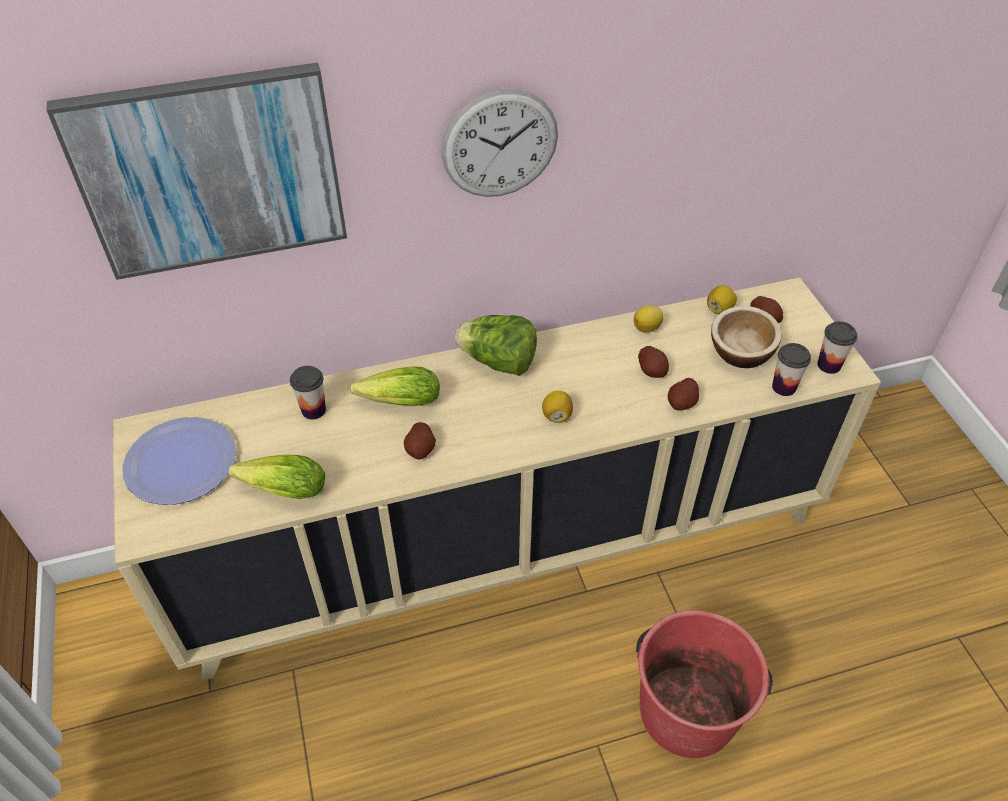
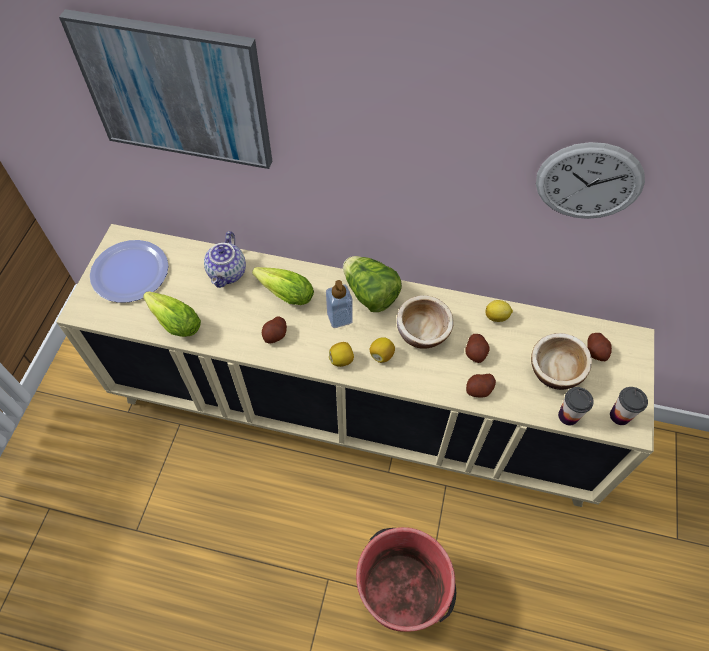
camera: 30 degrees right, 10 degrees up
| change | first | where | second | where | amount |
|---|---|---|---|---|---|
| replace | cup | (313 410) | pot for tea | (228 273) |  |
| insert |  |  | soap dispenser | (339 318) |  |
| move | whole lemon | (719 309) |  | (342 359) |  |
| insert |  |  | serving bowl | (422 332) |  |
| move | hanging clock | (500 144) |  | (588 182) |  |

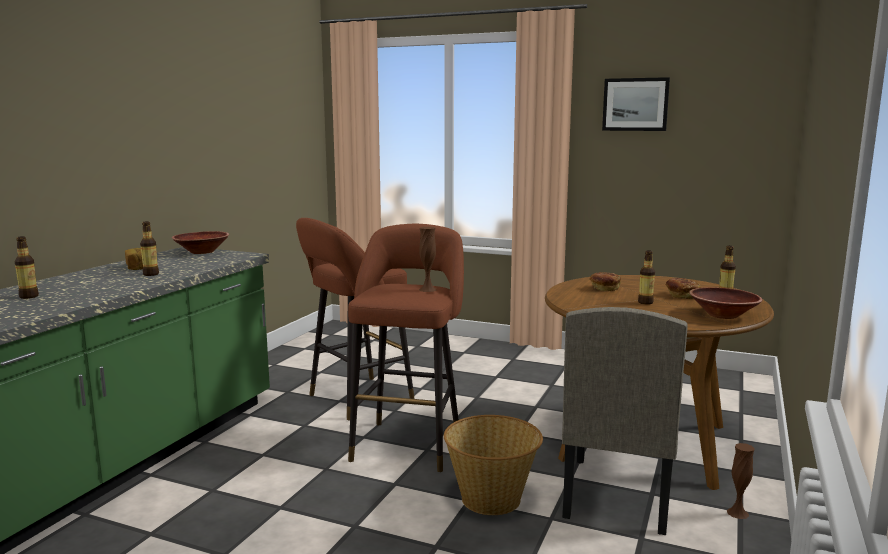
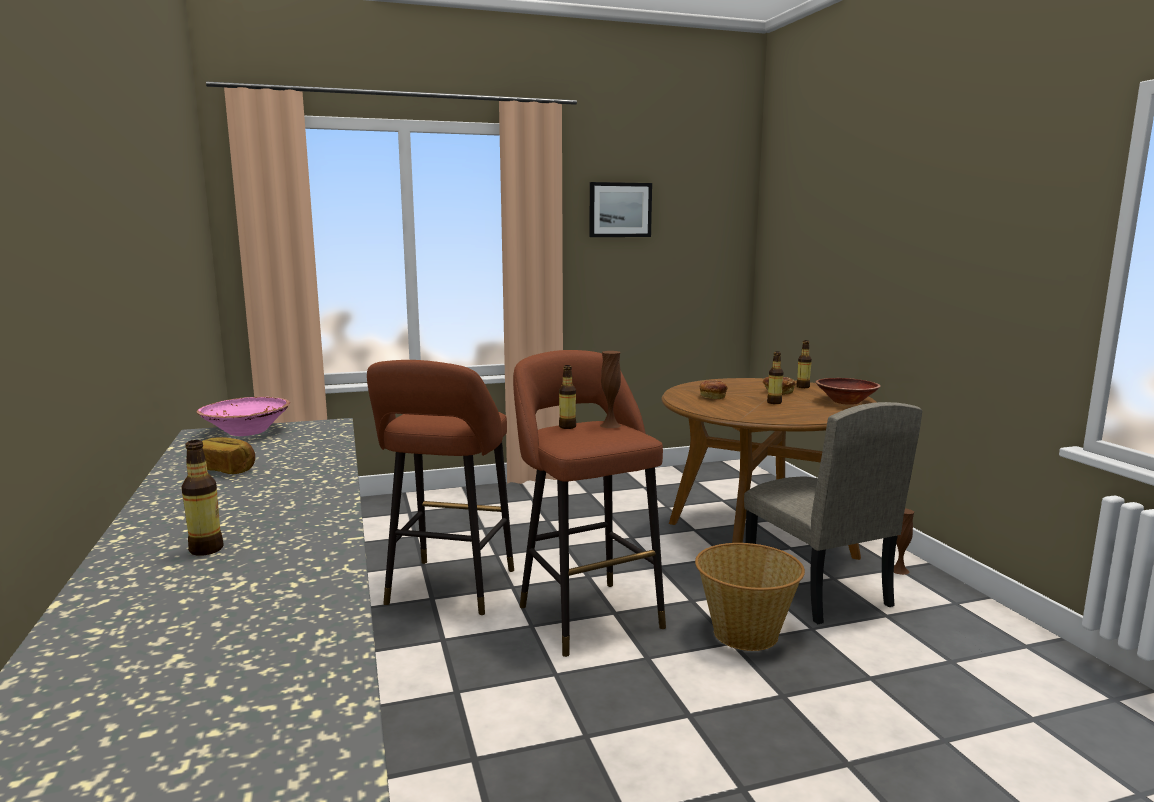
camera: 40 degrees left, 0 degrees up
| change | first | where | second | where | amount |
|---|---|---|---|---|---|
| recolor | brown-coloured serving bowl | (202 252) | pink serving bowl | (247 432) |  |
| move | drink bottle | (151 274) |  | (567 427) |  |

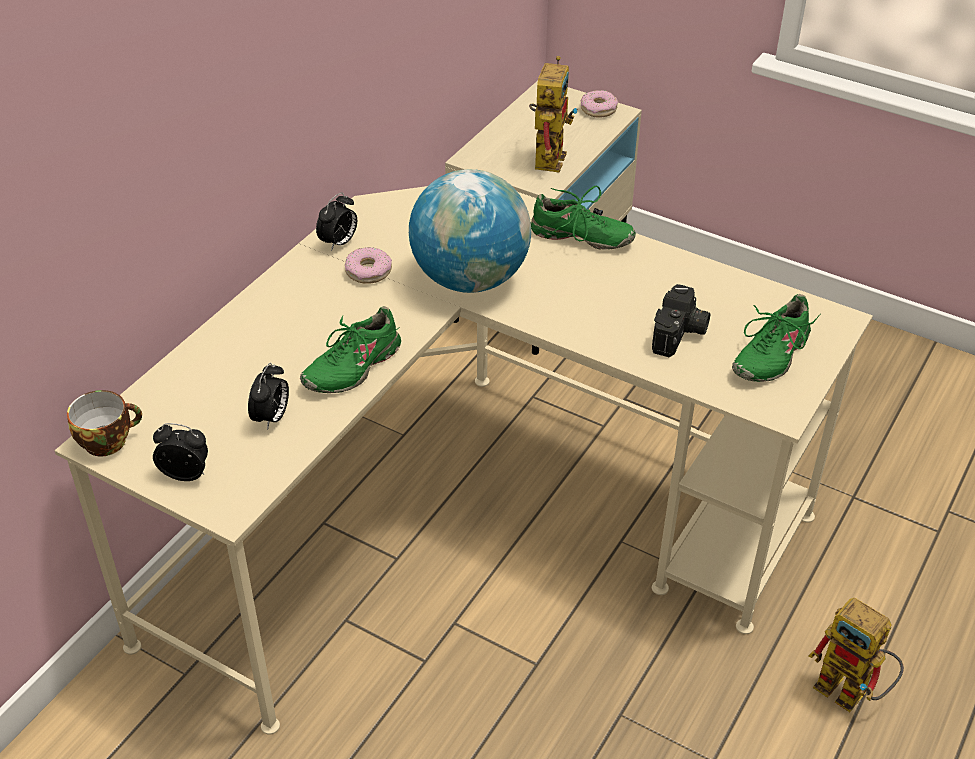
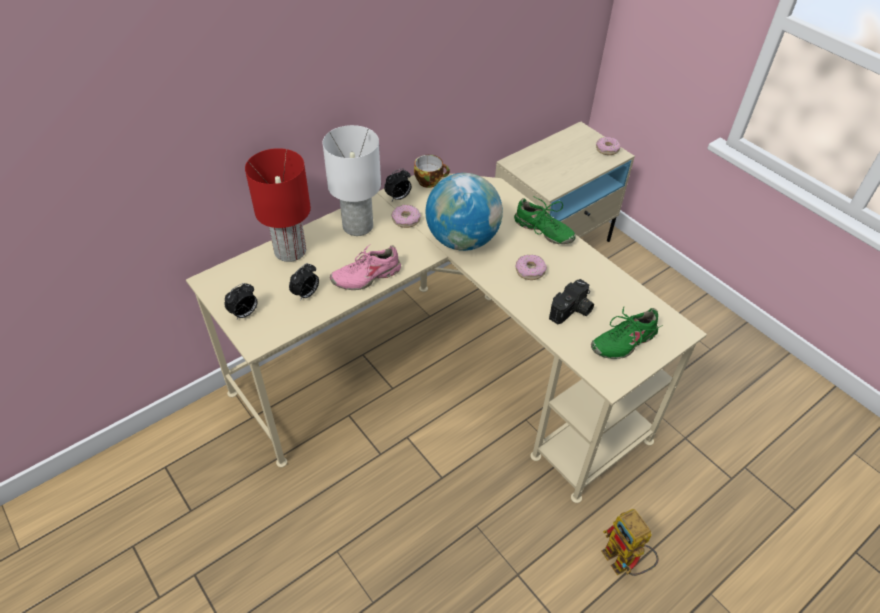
camera: 20 degrees right, 5 degrees up
| change | first | where | second | where | amount |
|---|---|---|---|---|---|
| rotate | table clock | (186 473) |  | (244 314) | 105 degrees clockwise |
| insert |  |  | red-coloured lamp for a table | (291 251) |  |
| insert |  |  | white-coloured lamp for a table | (359 226) |  |
| recolor | greenish shoe | (352 367) | pink shoe | (366 276) |  |
| move | cup | (108 440) |  | (430 181) |  |
| insert |  |  | ring doughnut | (530 271) |  |
| delete | model robot | (548 155) |  |  |  |

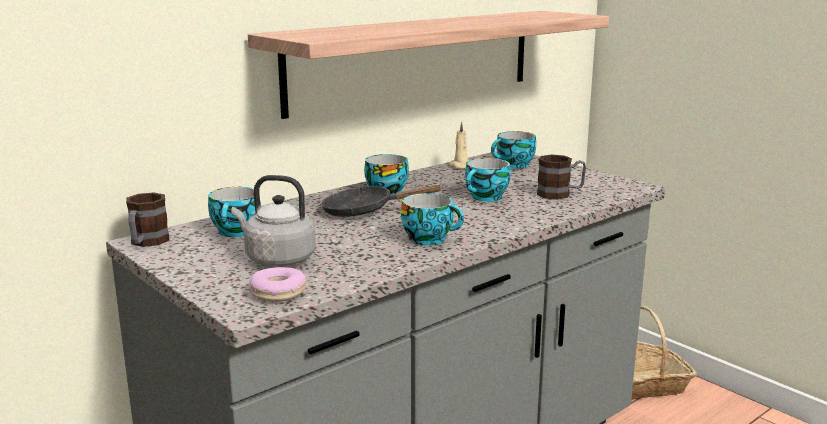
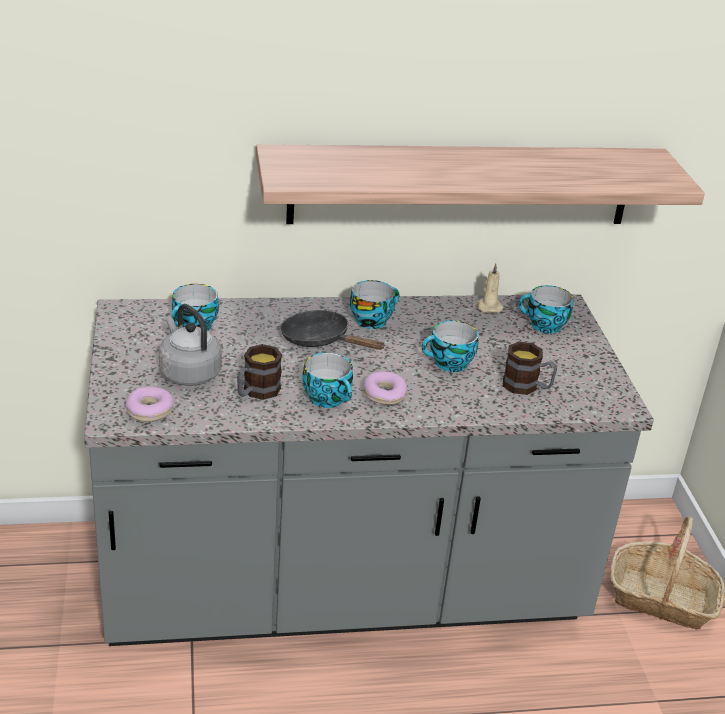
camera: 30 degrees right, 15 degrees up
| change | first | where | second | where | amount |
|---|---|---|---|---|---|
| move | coffee mug | (146 242) |  | (256 392) |  |
| insert |  |  | ring doughnut | (384 394) |  |

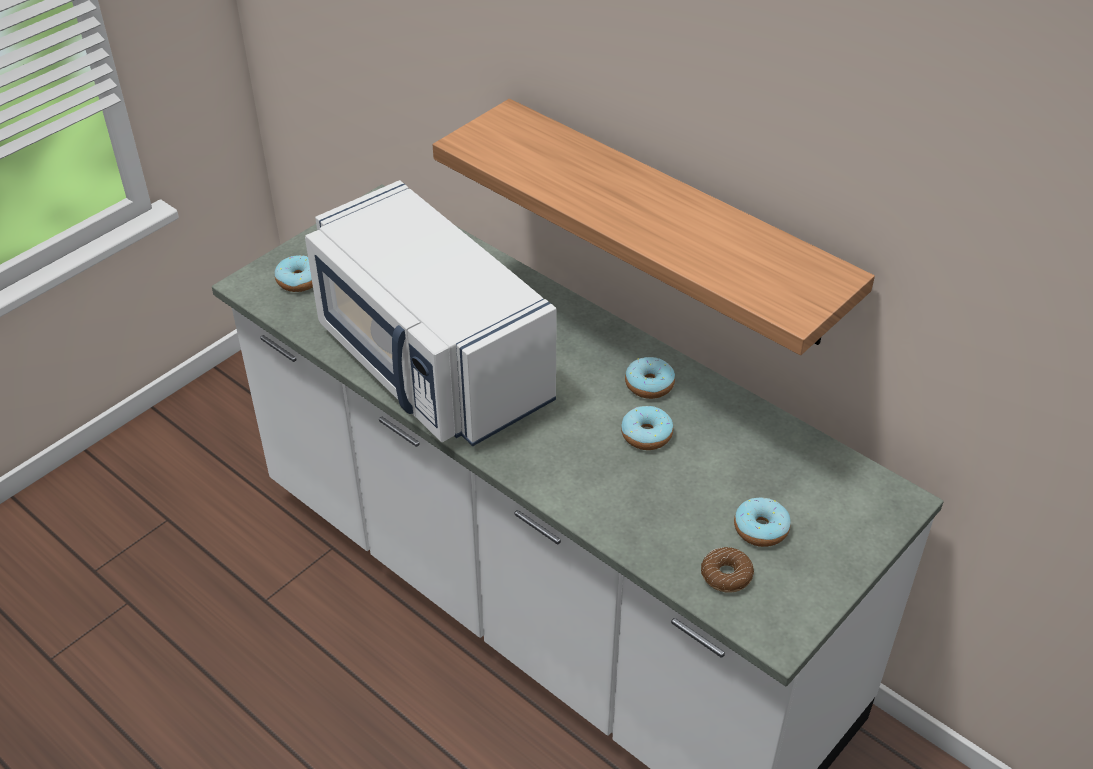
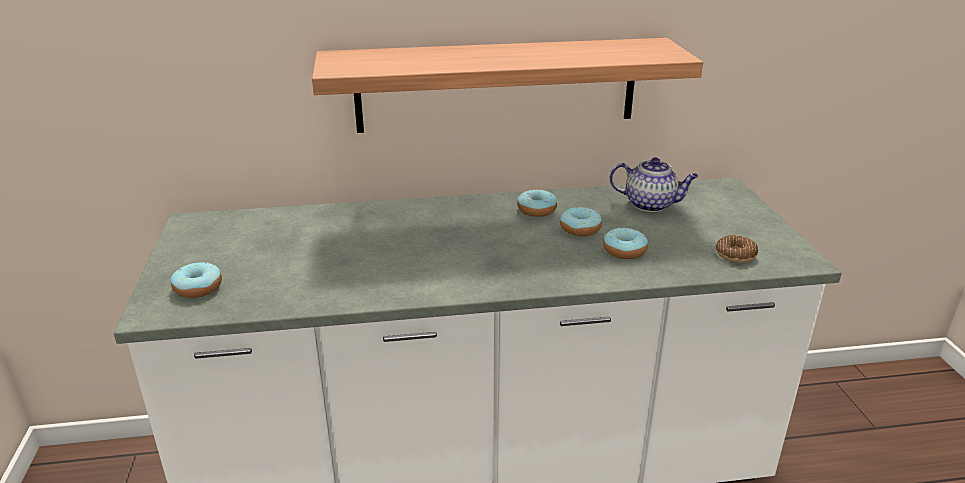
camera: 50 degrees left, 15 degrees down
| change | first | where | second | where | amount |
|---|---|---|---|---|---|
| move | ring doughnut | (760 529) |  | (624 251) |  |
| insert |  |  | pot for tea | (651 204) |  |
| delete | white-coloured microwave oven | (430 364) |  |  |  |

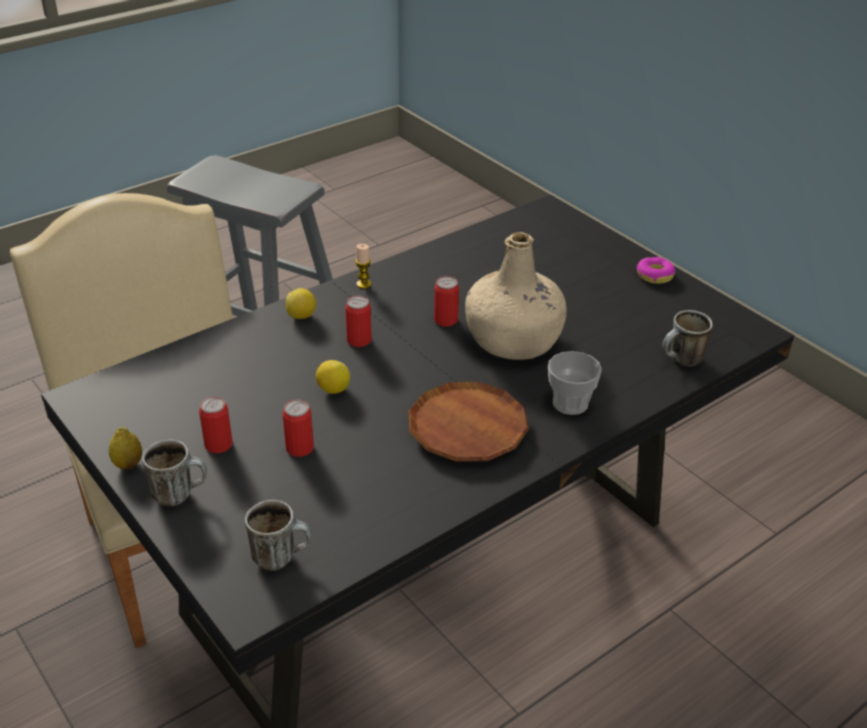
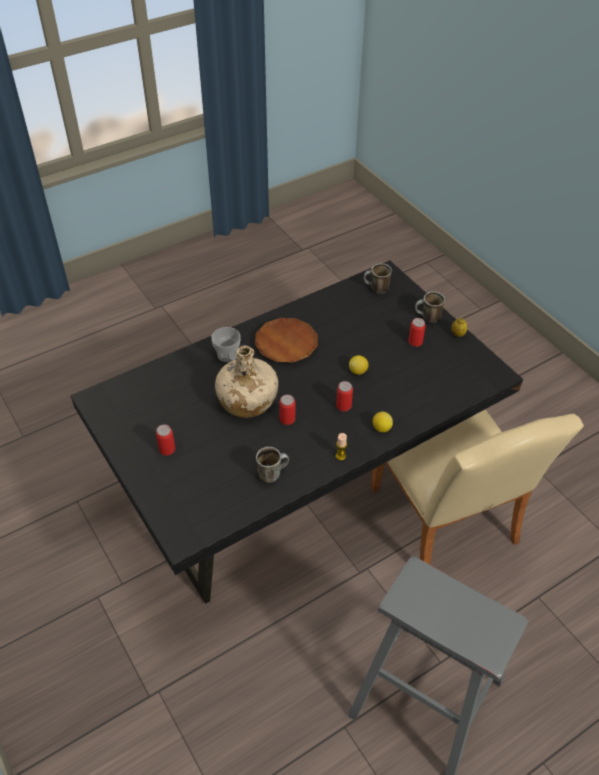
camera: 175 degrees left, 10 degrees up
| change | first | where | second | where | amount |
|---|---|---|---|---|---|
| move | can | (300 448) |  | (167 449) |  |
| move | coffee mug | (681 362) |  | (272 473) |  |
| delete | ring doughnut | (654 275) |  |  |  |

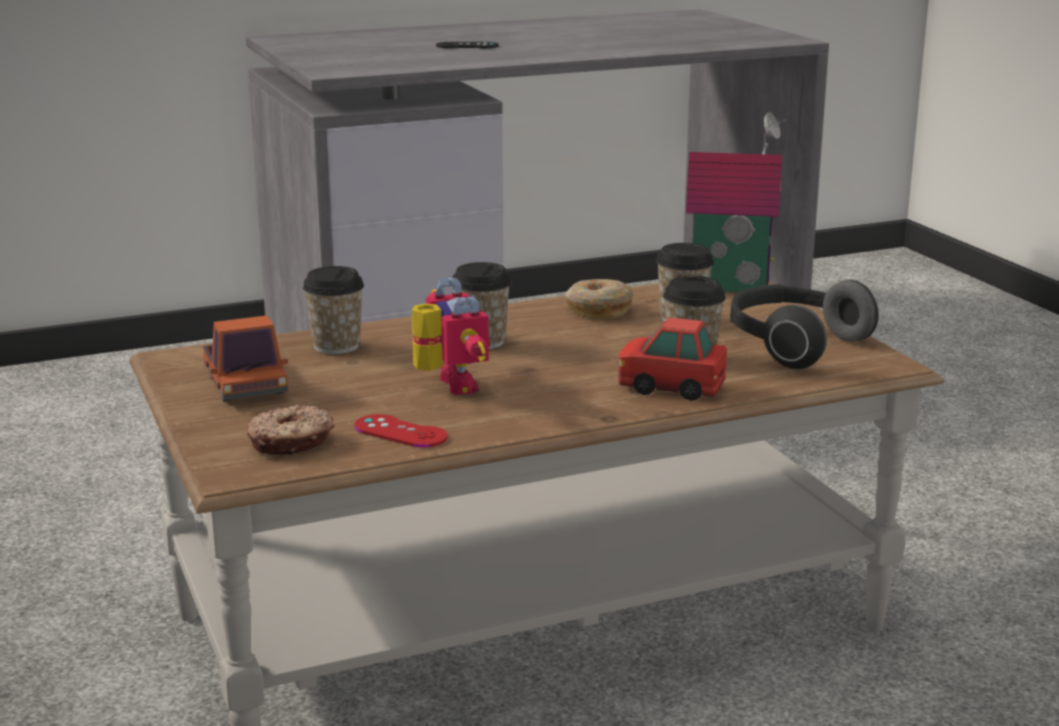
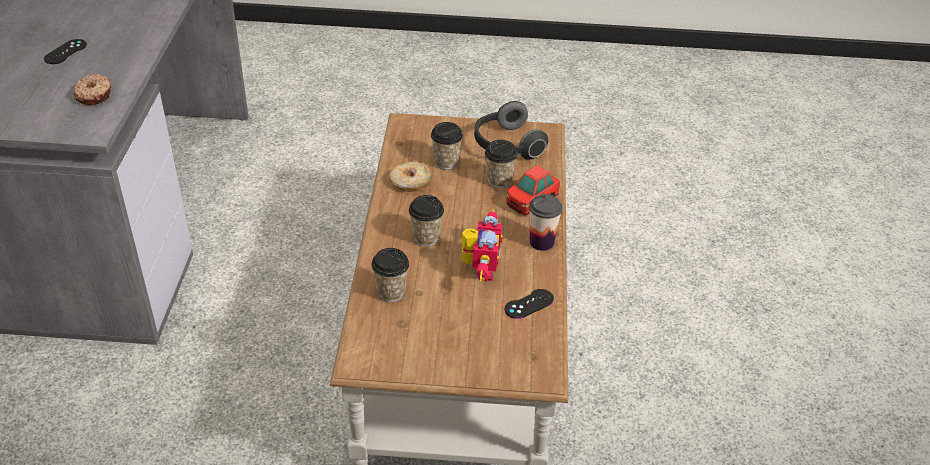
camera: 65 degrees left, 20 degrees up
| change | first | where | second | where | amount |
|---|---|---|---|---|---|
| move | ring doughnut | (291 443) |  | (95 95) |  |
| rotate | model robot | (447 385) |  | (479 270) | 90 degrees clockwise |
| recolor | red-coloured game controller | (400 432) | black game controller | (529 304) |  |
| insert |  |  | cup | (541 242) |  |
| delete | model truck | (245 384) |  |  |  |
| delete | toy house | (729 285) |  |  |  |

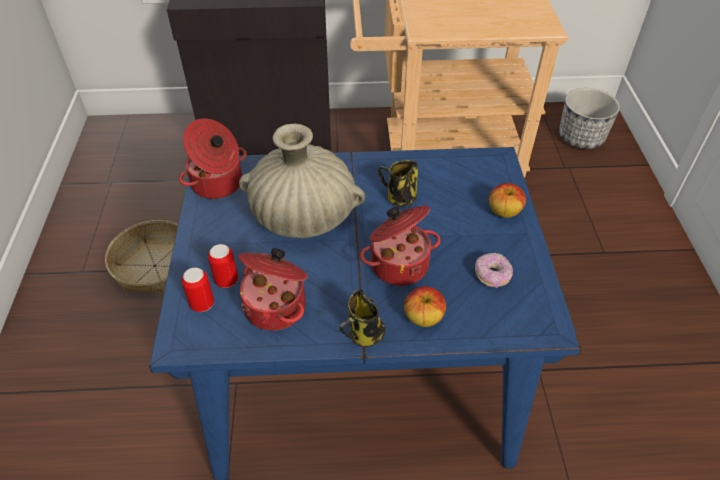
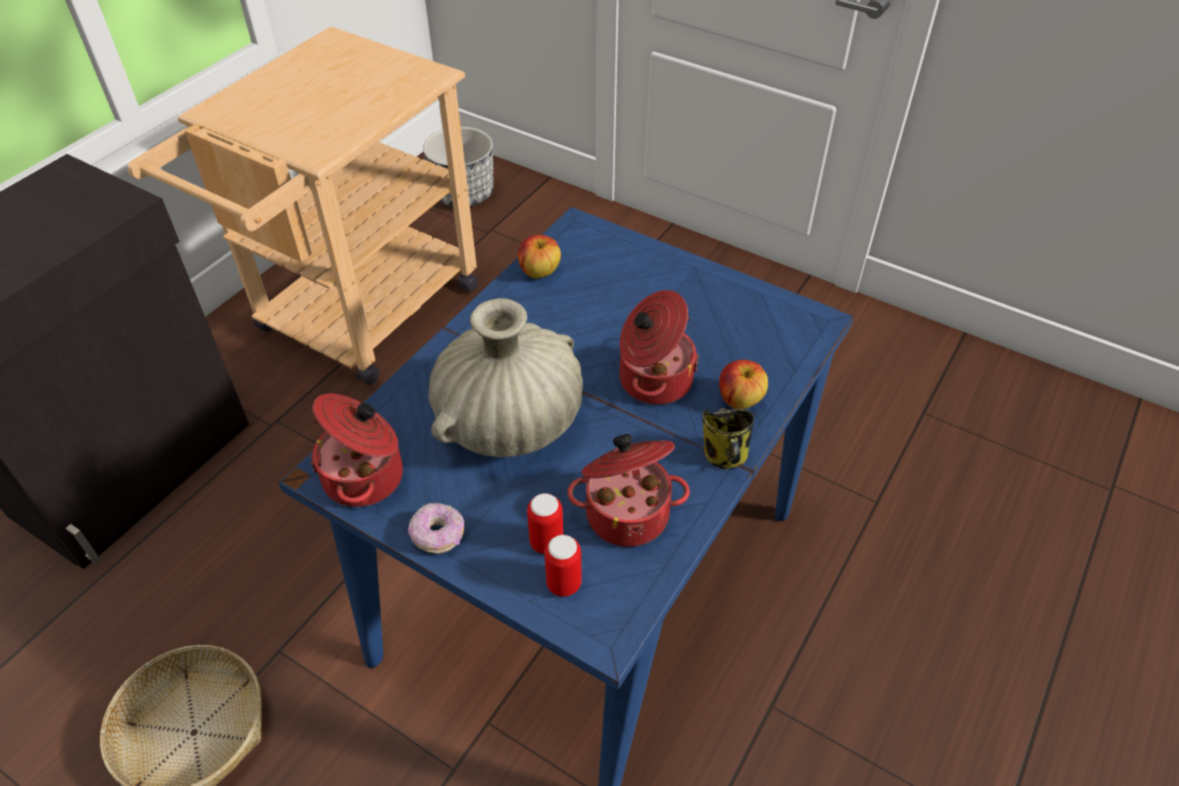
camera: 55 degrees left, 0 degrees up
| change | first | where | second | where | amount |
|---|---|---|---|---|---|
| move | ring doughnut | (492 275) |  | (438 535) |  |
| move | apple fruit | (504 212) |  | (539 272) |  |
| delete | coffee mug | (399 198) |  |  |  |

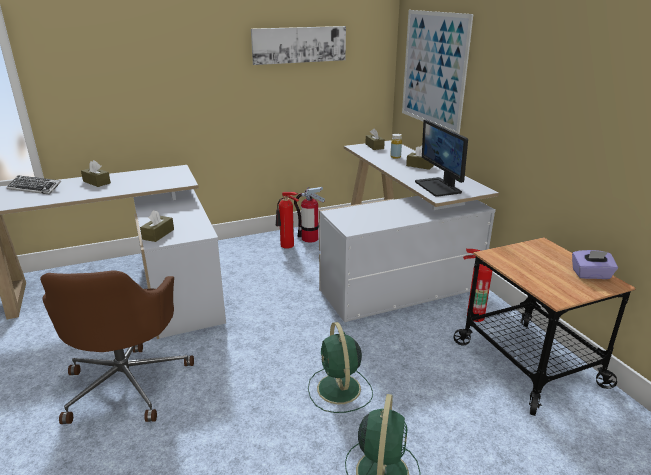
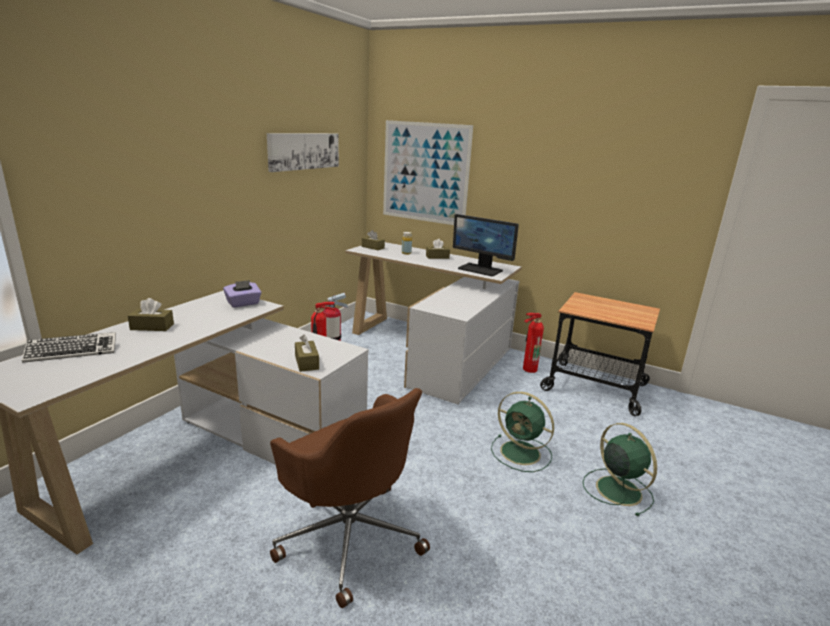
camera: 40 degrees left, 5 degrees down
| change | first | where | second | where | amount |
|---|---|---|---|---|---|
| move | purplish tissue box | (591 275) |  | (243 303) |  |

